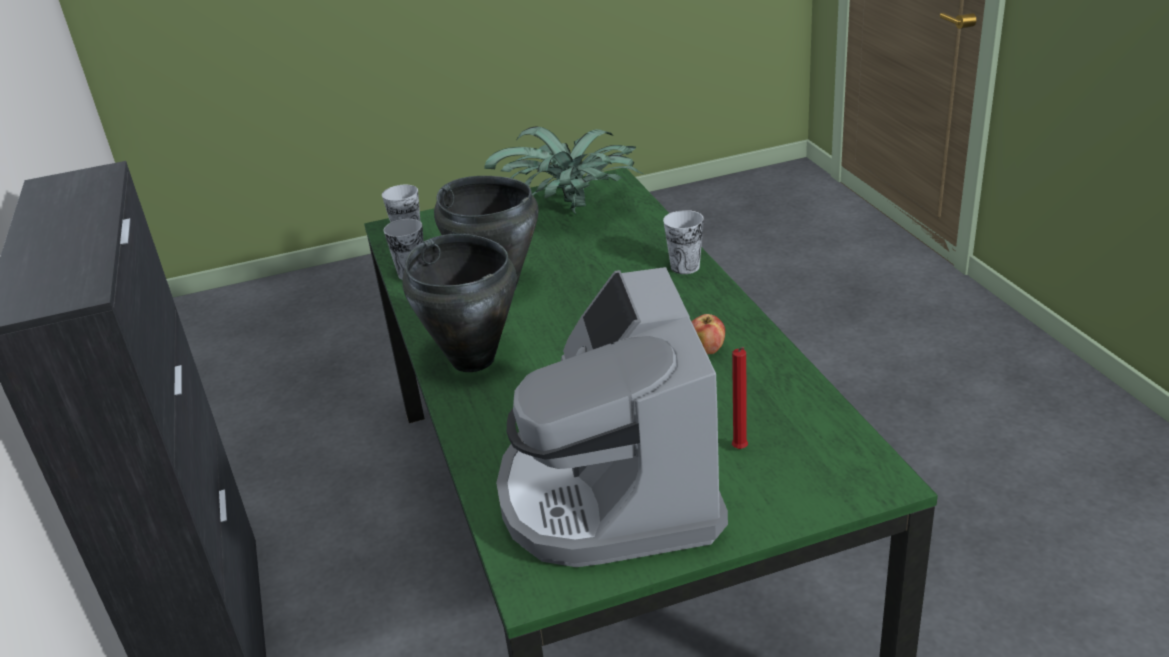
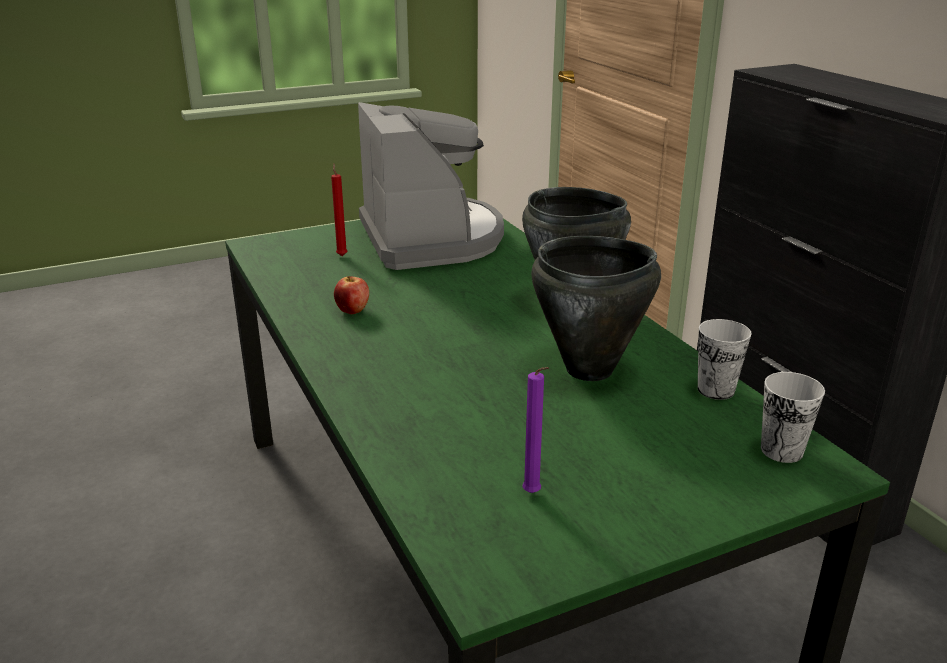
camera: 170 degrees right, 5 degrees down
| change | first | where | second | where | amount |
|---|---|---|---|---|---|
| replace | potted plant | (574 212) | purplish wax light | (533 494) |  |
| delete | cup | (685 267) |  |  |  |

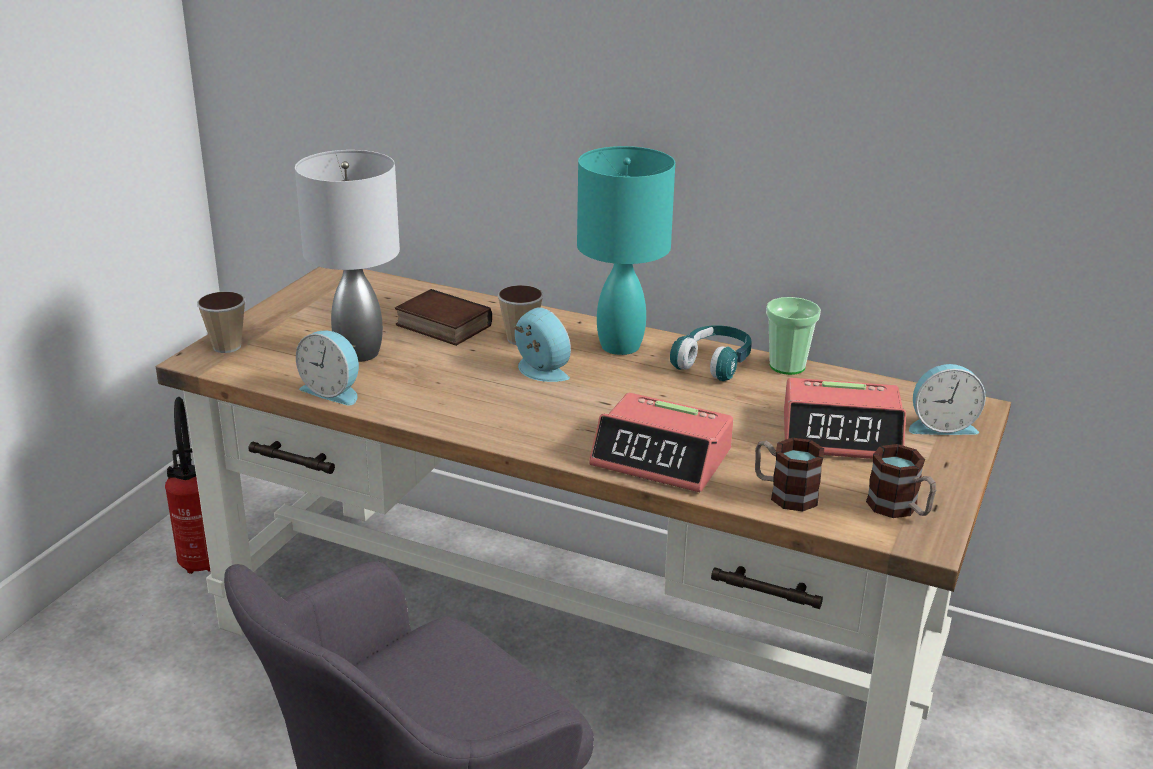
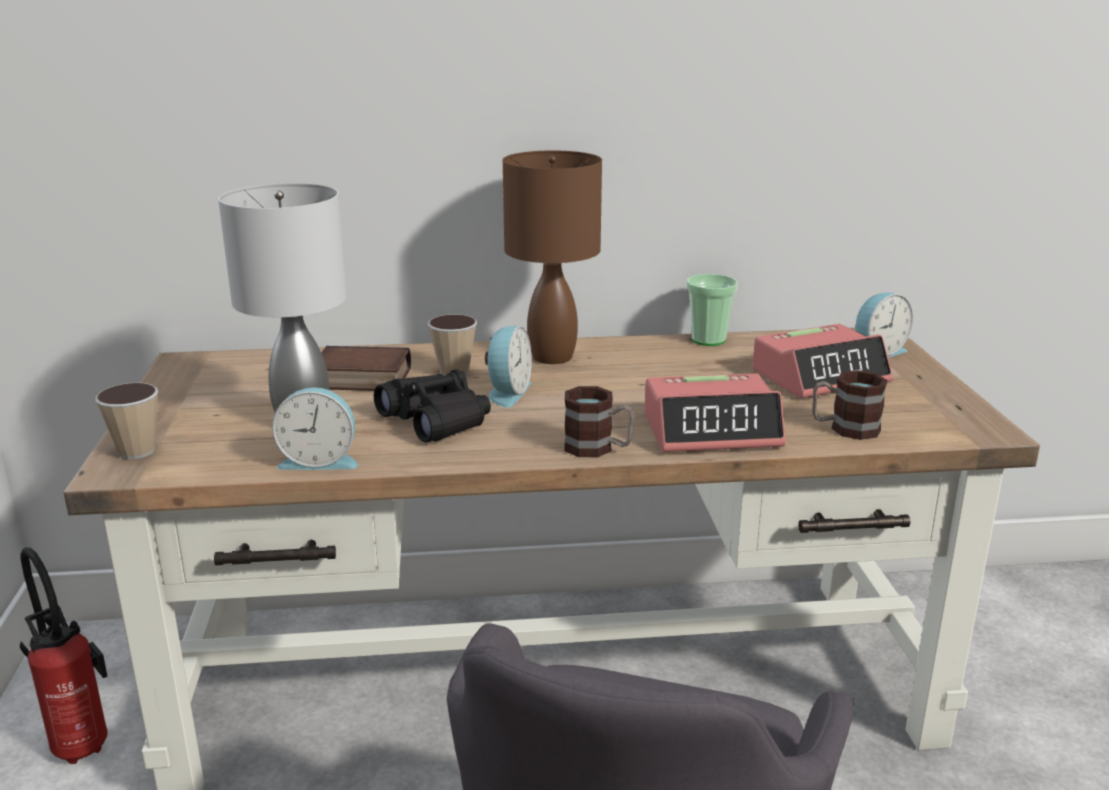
camera: 30 degrees left, 5 degrees down
| change | first | where | second | where | amount |
|---|---|---|---|---|---|
| insert |  |  | black binoculars | (436 420) |  |
| rotate | table clock | (538 371) |  | (507 392) | 90 degrees clockwise |
| recolor | turquoise-coloured lamp for a table | (619 346) | brown-coloured lamp for a table | (552 357) |  |
| move | coffee mug | (900 509) |  | (598 448) |  |
| delete | turquoise-coloured headset | (713 364) |  |  |  |

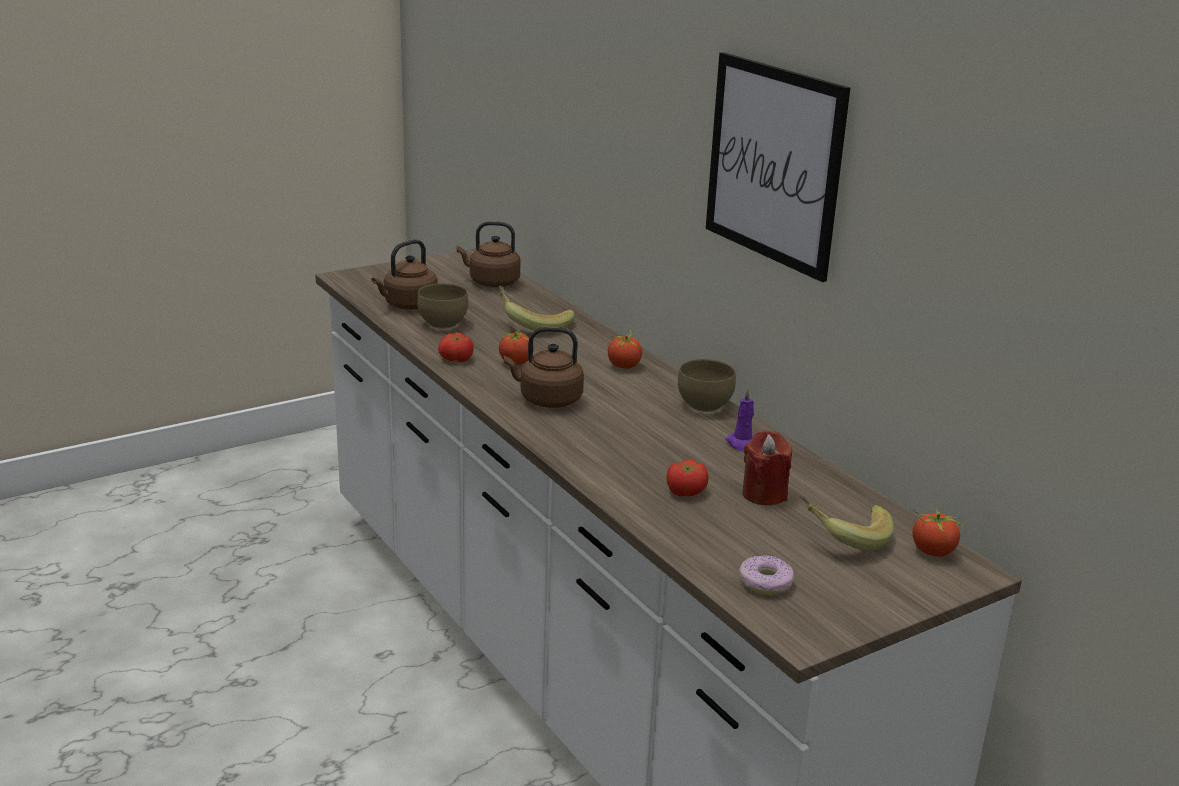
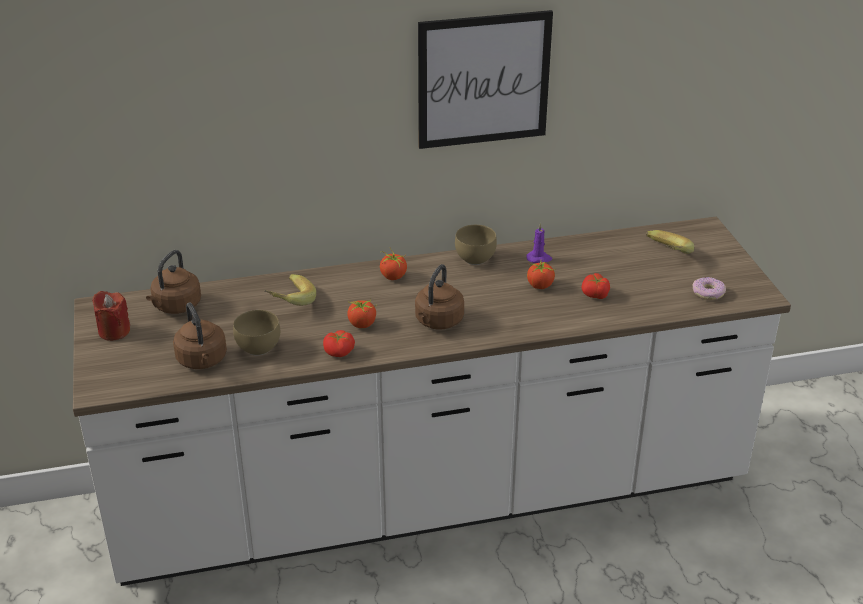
camera: 70 degrees left, 10 degrees up
| change | first | where | second | where | amount |
|---|---|---|---|---|---|
| move | red-coloured wax light | (764 494) |  | (114 331) |  |
| move | tomato | (932 551) |  | (540 286) |  |

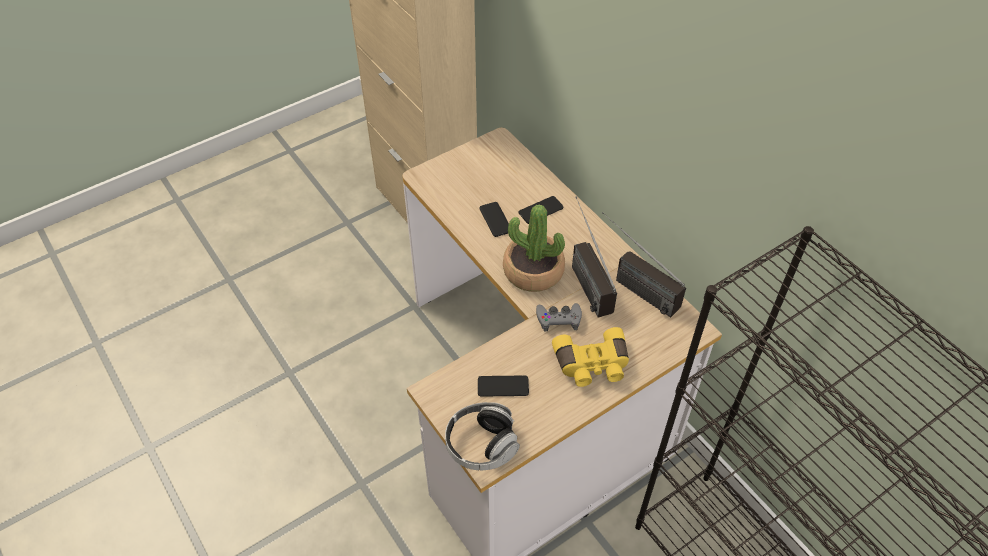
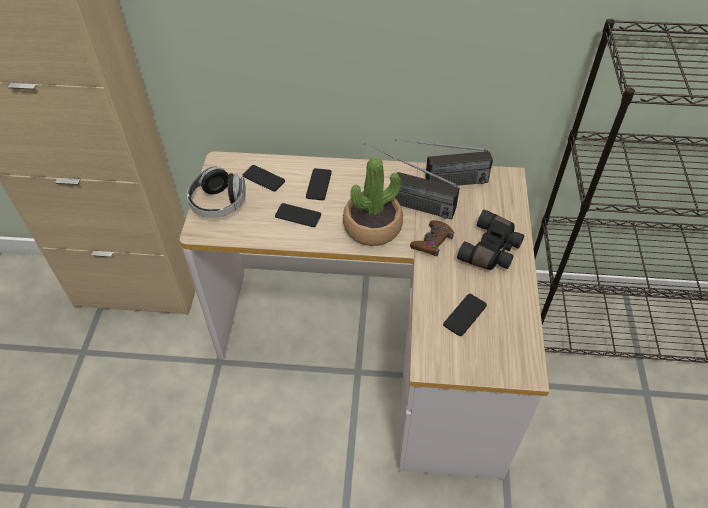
camera: 50 degrees left, 0 degrees up
| change | first | where | second | where | amount |
|---|---|---|---|---|---|
| move | headset | (481 445) |  | (218 203) |  |
| insert |  |  | handset | (263 178) |  |
| recolor | gray game controller | (558 319) | brown-coloured game controller | (432 241) |  |
| recolor | yellowish binoculars | (592 365) | black binoculars | (491 250) |  |

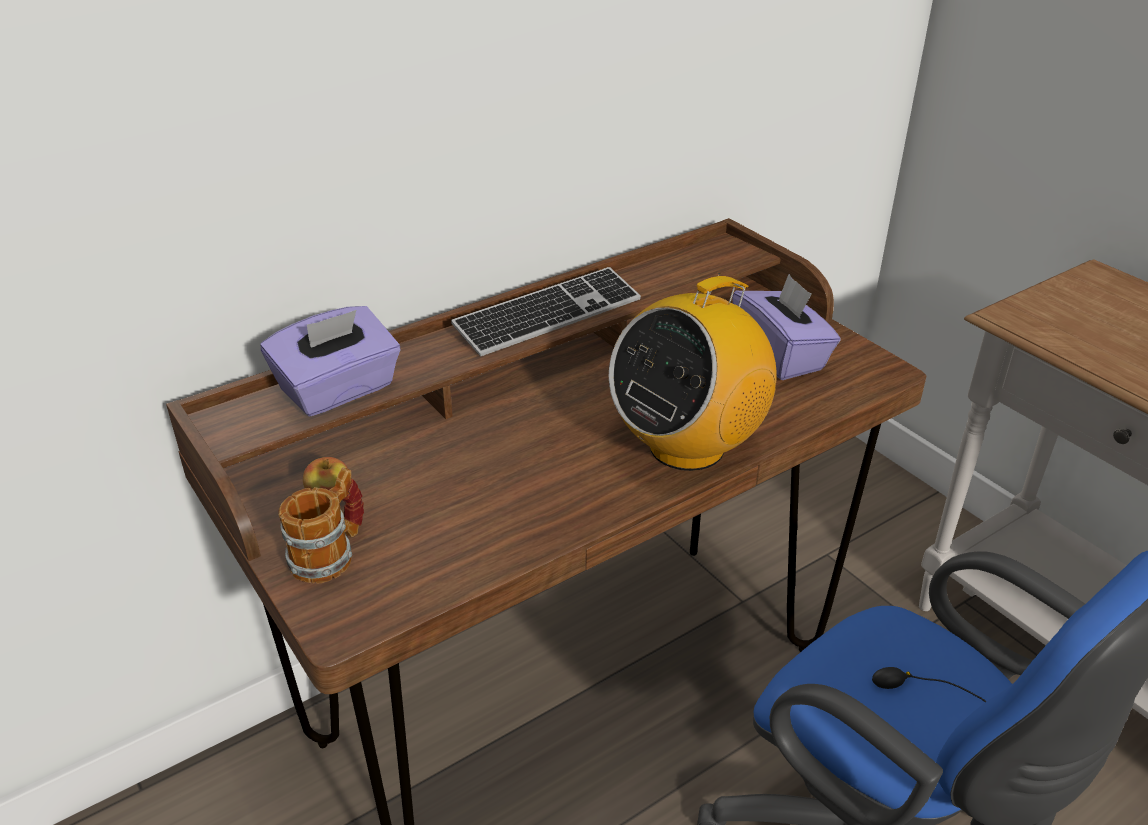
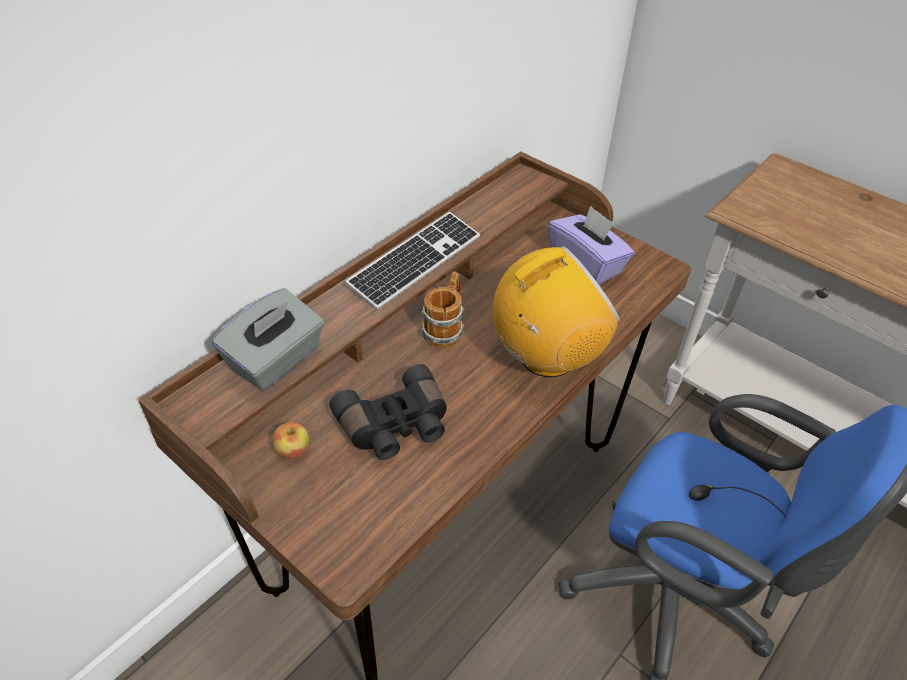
camera: 15 degrees left, 10 degrees up
| change | first | where | second | where | amount |
|---|---|---|---|---|---|
| recolor | purplish tissue box | (339 390) | gray tissue box | (276 360) |  |
| insert |  |  | black binoculars | (396 426) |  |
| move | coffee mug | (331 554) |  | (446 327) |  |
| rotate | radio receiver | (687 446) |  | (547 357) | 150 degrees counterclockwise |

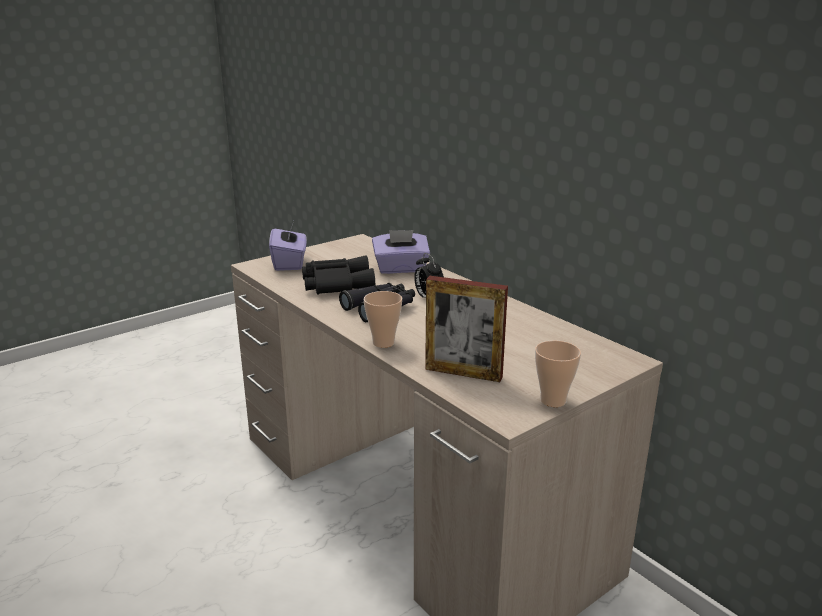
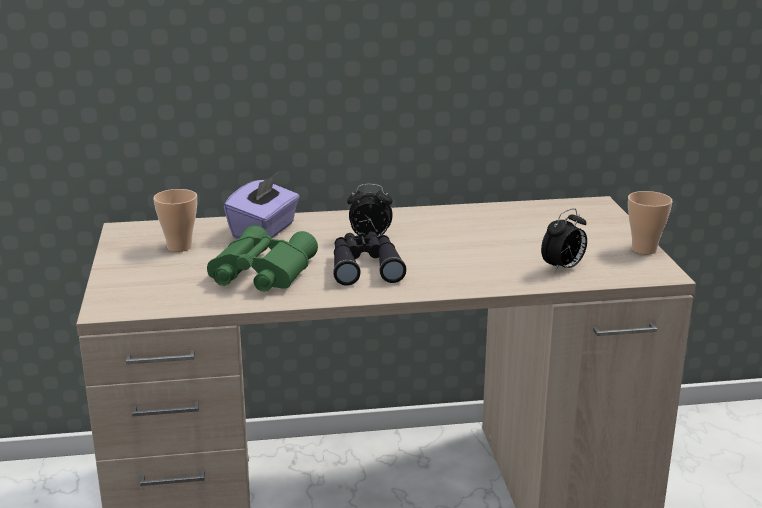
camera: 60 degrees left, 0 degrees up
| change | first | where | second | where | amount |
|---|---|---|---|---|---|
| move | cup | (383 343) |  | (179 247) |  |
| recolor | black binoculars | (336 284) | greenish binoculars | (259 273) |  |
| replace | picture frame | (463 373) | table clock | (563 268) |  |
| delete | purplish tissue box | (290 263) |  |  |  |

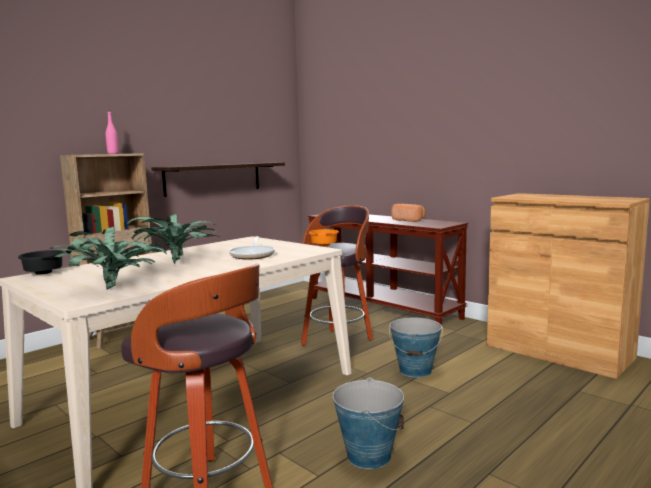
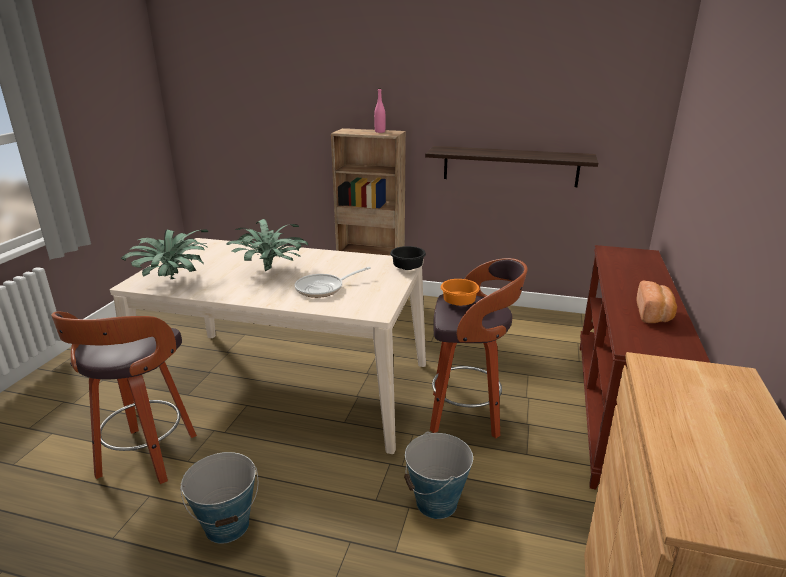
camera: 60 degrees right, 15 degrees up
| change | first | where | second | where | amount |
|---|---|---|---|---|---|
| move | black serving bowl | (42 273) |  | (406 268) |  |

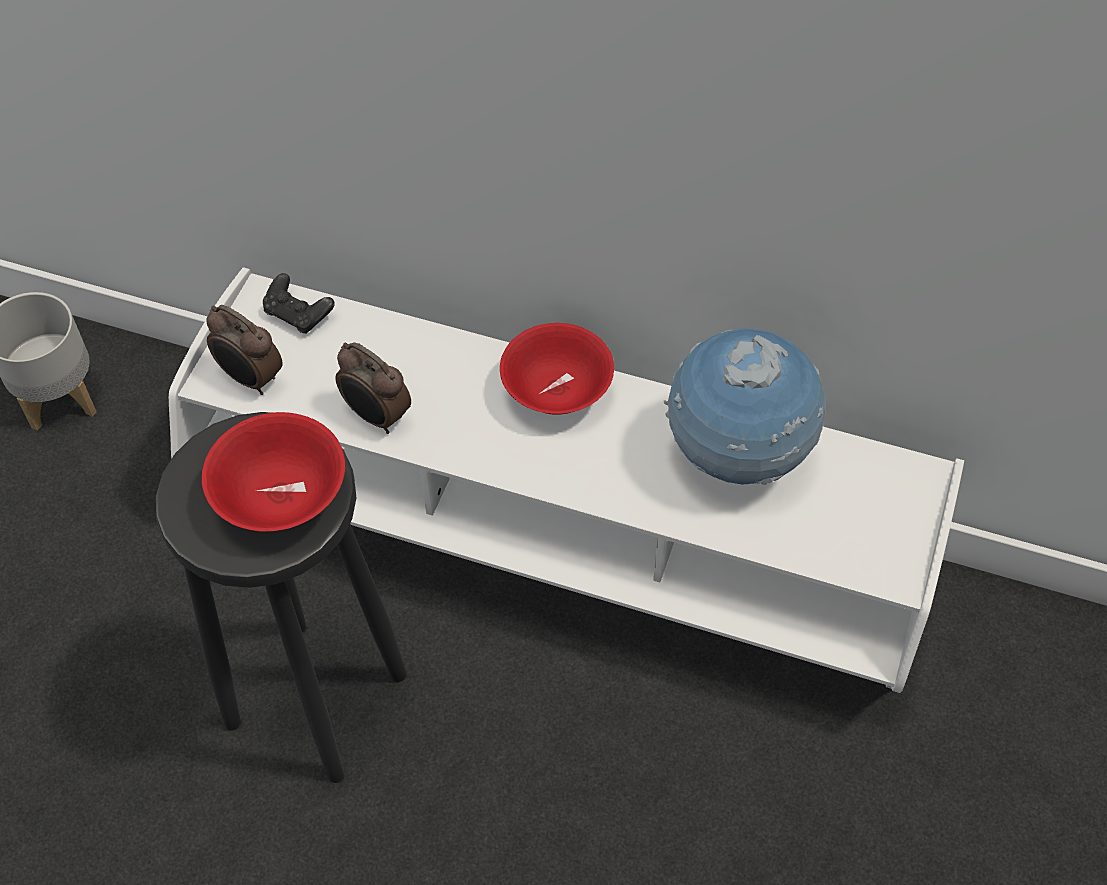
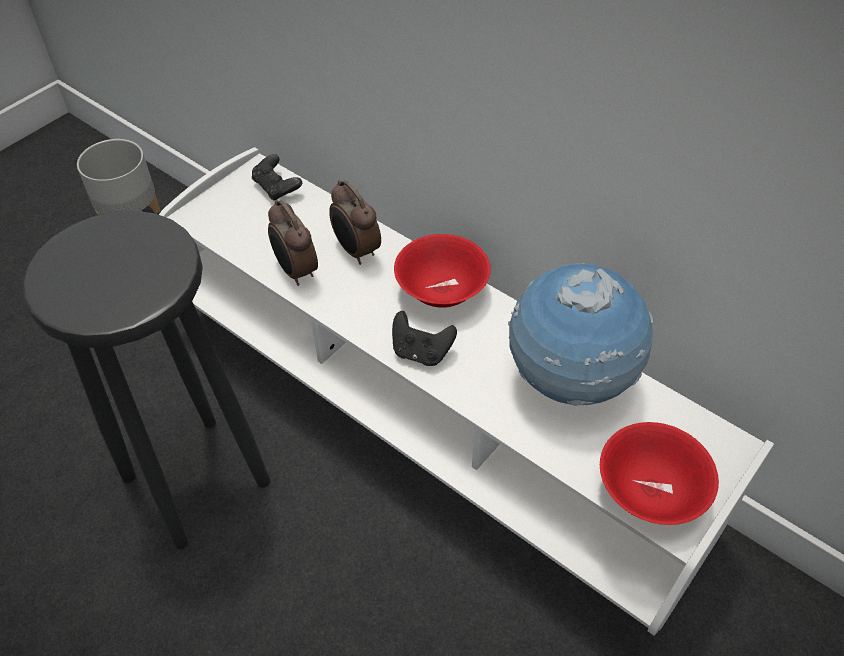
camera: 20 degrees right, 5 degrees down
| change | first | where | second | where | amount |
|---|---|---|---|---|---|
| move | table clock | (251 379) |  | (356 251) |  |
| insert |  |  | black game controller | (421 352) |  |
| move | red-coloured serving bowl | (282 499) |  | (650 492) |  |

